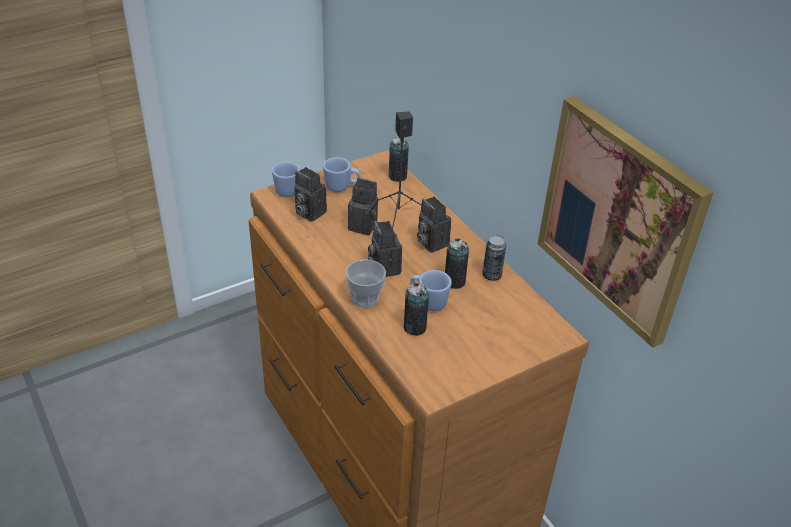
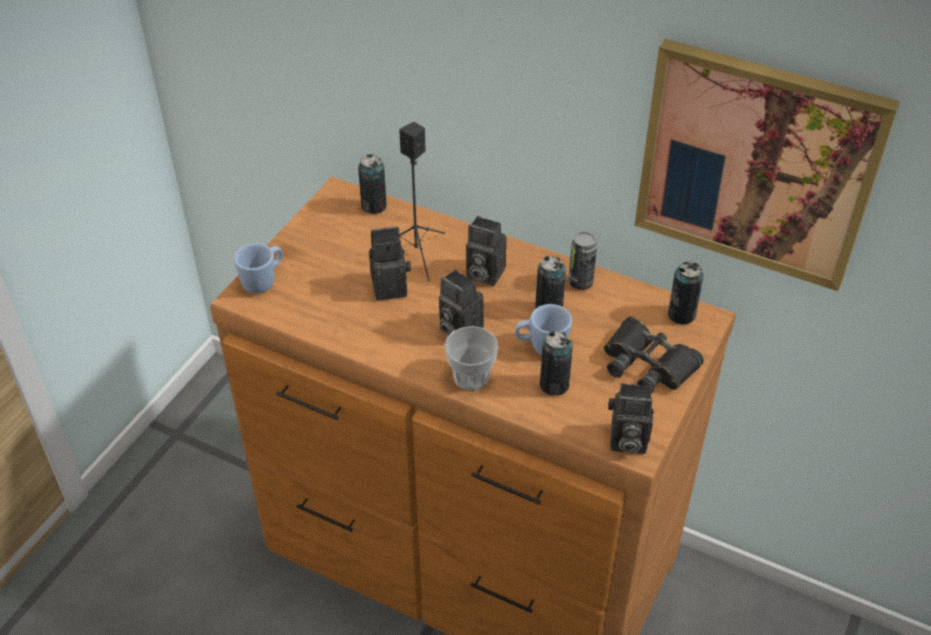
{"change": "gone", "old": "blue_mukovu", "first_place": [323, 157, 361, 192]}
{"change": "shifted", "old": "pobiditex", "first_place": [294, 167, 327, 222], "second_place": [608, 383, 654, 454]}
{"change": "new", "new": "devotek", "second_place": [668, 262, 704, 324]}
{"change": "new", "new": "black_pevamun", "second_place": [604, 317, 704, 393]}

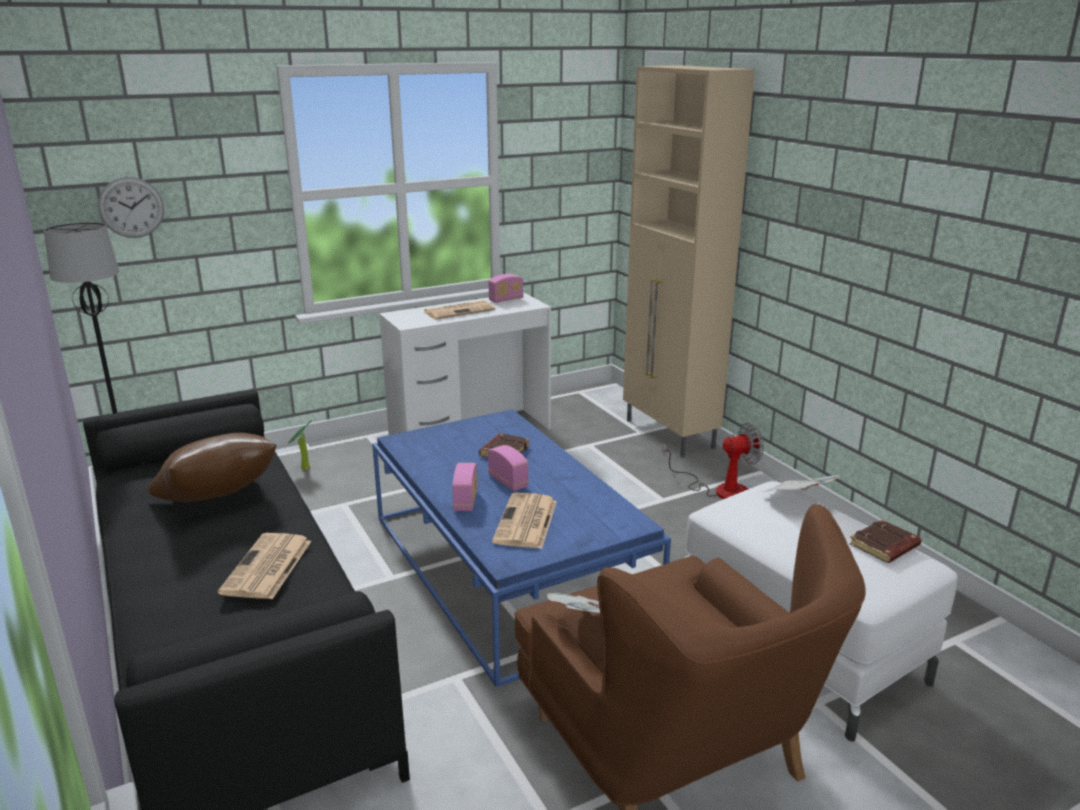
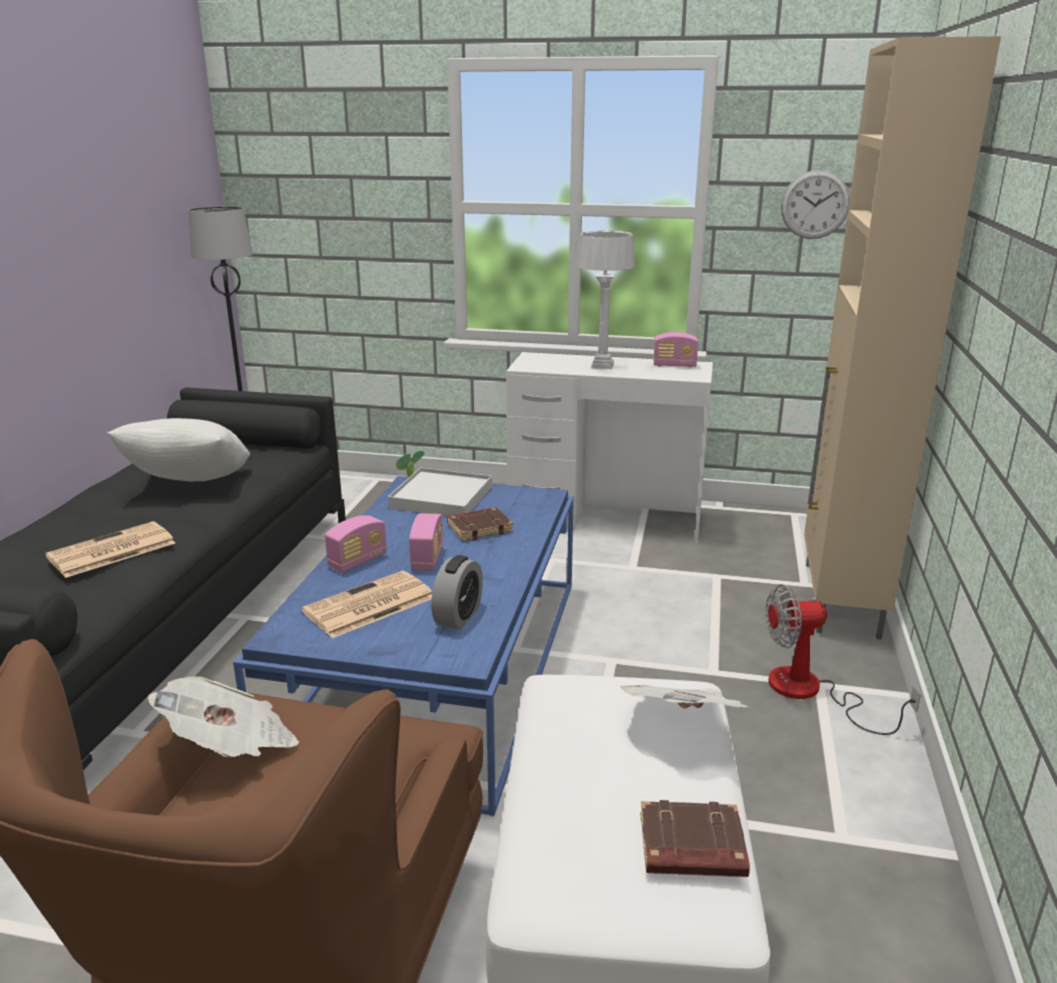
{"change": "shifted", "old": "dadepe", "first_place": [98, 177, 164, 238], "second_place": [781, 170, 850, 239]}
{"change": "swapped", "old": "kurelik", "new": "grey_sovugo", "first_place": [423, 300, 495, 319], "second_place": [577, 230, 635, 369]}
{"change": "rotated", "old": "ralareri", "first_place": [662, 423, 764, 499], "second_place": [766, 584, 921, 735], "degrees": 150}
{"change": "repainted", "old": "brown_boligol", "new": "white_boligol", "first_place": [148, 433, 276, 502], "second_place": [107, 418, 250, 481]}
{"change": "new", "new": "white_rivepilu", "second_place": [388, 468, 492, 516]}
{"change": "new", "new": "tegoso", "second_place": [431, 555, 483, 630]}

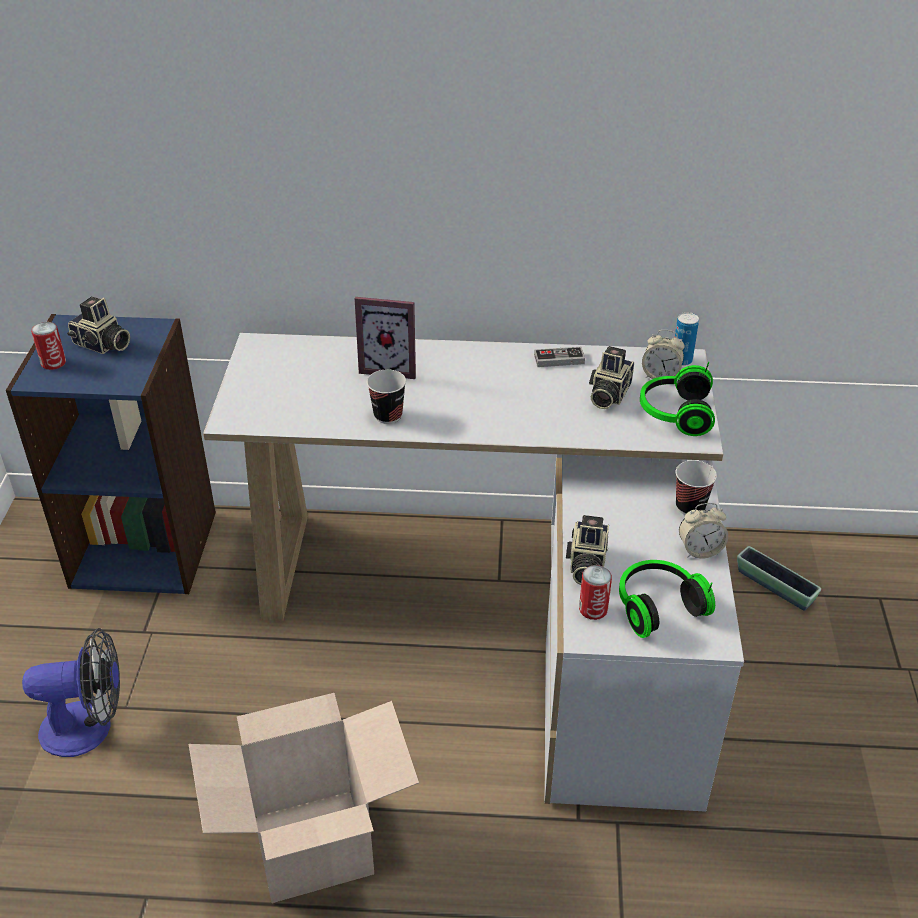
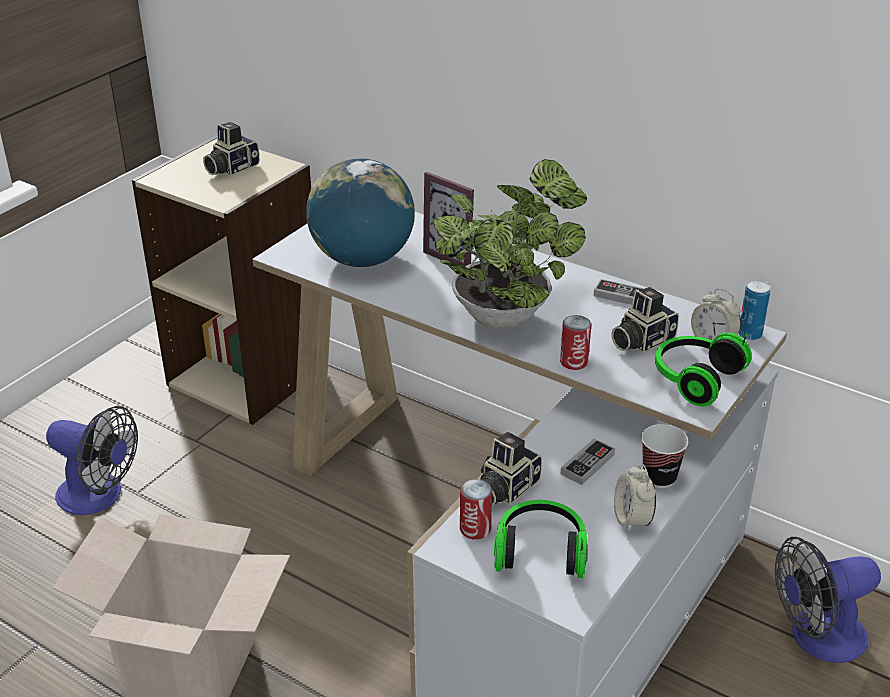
{"change": "rotated", "old": "pobiditex", "first_place": [67, 297, 130, 354], "second_place": [203, 122, 260, 176], "degrees": 75}
{"change": "repainted", "old": "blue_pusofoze", "new": "beige_pusofoze", "first_place": [6, 314, 216, 594], "second_place": [132, 136, 311, 425]}
{"change": "shifted", "old": "devotek", "first_place": [31, 322, 66, 370], "second_place": [560, 315, 591, 370]}
{"change": "gone", "old": "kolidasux", "first_place": [367, 369, 406, 424]}
{"change": "rotated", "old": "tegoso", "first_place": [679, 503, 728, 558], "second_place": [614, 464, 656, 533], "degrees": 60}
{"change": "swapped", "old": "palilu", "new": "ralareri", "first_place": [737, 546, 821, 611], "second_place": [775, 537, 881, 663]}
{"change": "new", "new": "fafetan", "second_place": [306, 158, 415, 267]}
{"change": "new", "new": "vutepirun", "second_place": [433, 159, 587, 329]}
{"change": "new", "new": "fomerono", "second_place": [561, 438, 615, 485]}

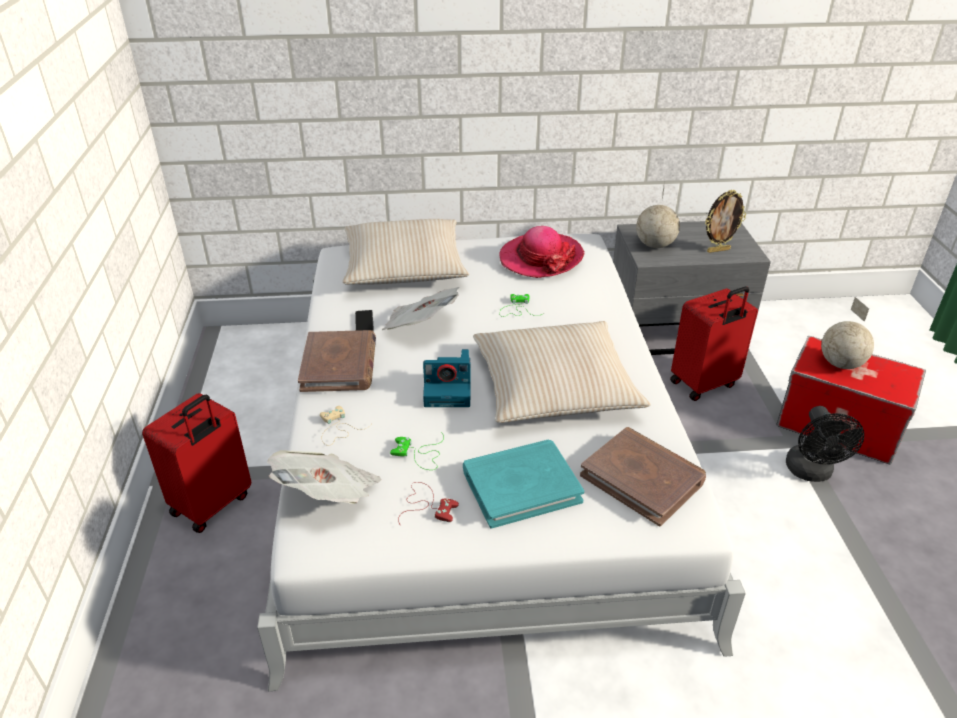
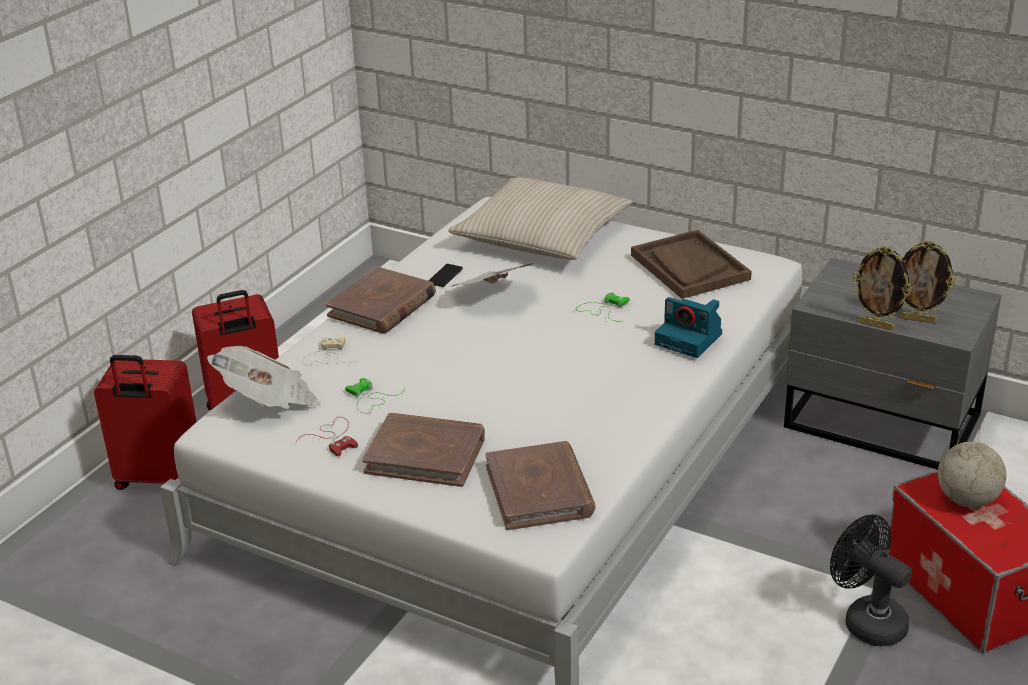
{"change": "gone", "old": "fafetan", "first_place": [636, 186, 680, 248]}
{"change": "swapped", "old": "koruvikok", "new": "brown_rivepilu", "first_place": [499, 226, 585, 278], "second_place": [631, 230, 752, 299]}
{"change": "shifted", "old": "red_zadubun", "first_place": [670, 286, 758, 401], "second_place": [94, 355, 196, 490]}
{"change": "gone", "old": "beige_boligol", "first_place": [473, 321, 651, 423]}
{"change": "shifted", "old": "pobiditex", "first_place": [423, 349, 471, 407], "second_place": [655, 297, 722, 358]}
{"change": "rotated", "old": "black_ralareri", "first_place": [786, 406, 864, 482], "second_place": [830, 515, 912, 646], "degrees": 105}
{"change": "repainted", "old": "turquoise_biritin", "new": "brown_biritin", "first_place": [463, 440, 584, 529], "second_place": [362, 413, 485, 487]}
{"change": "new", "new": "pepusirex", "second_place": [852, 246, 912, 331]}

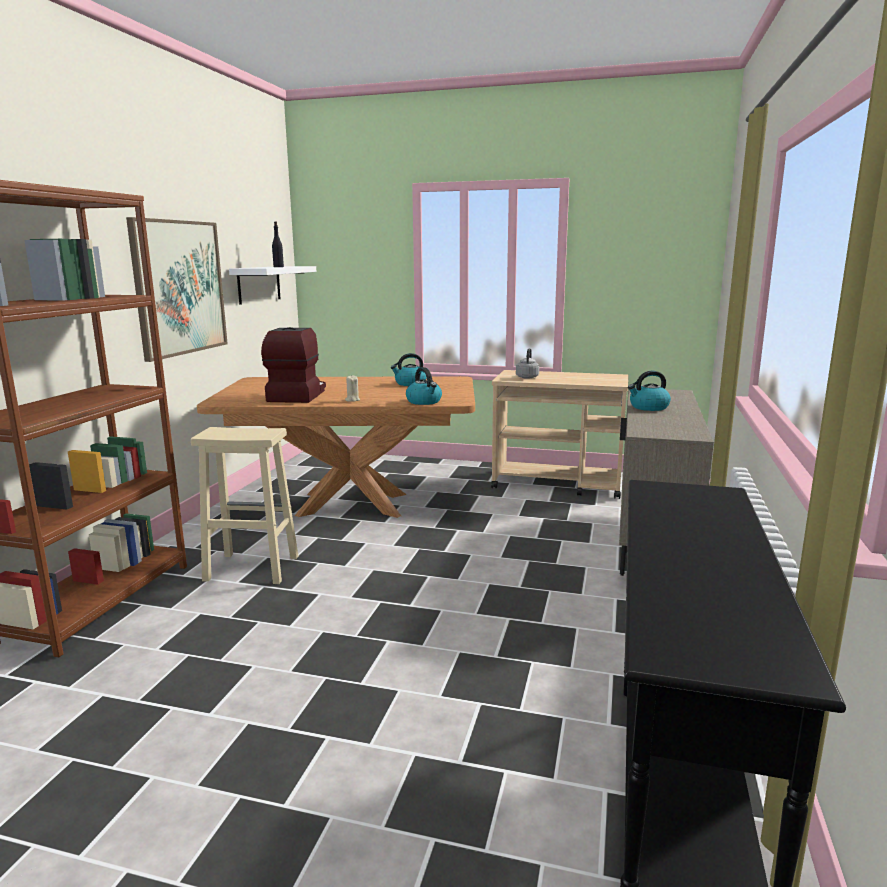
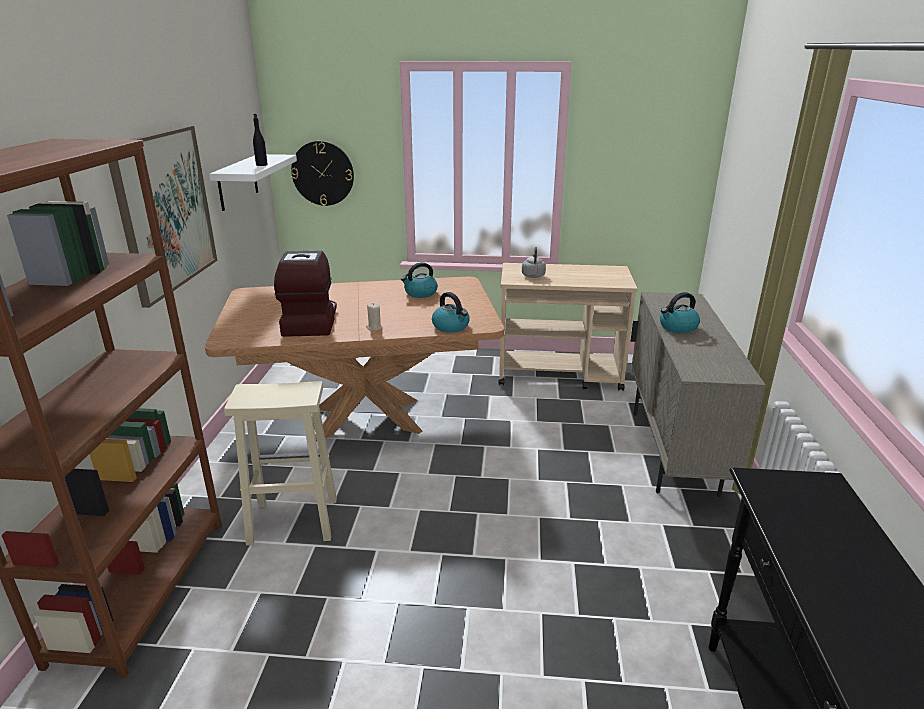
{"change": "new", "new": "dadepe", "second_place": [291, 141, 354, 206]}

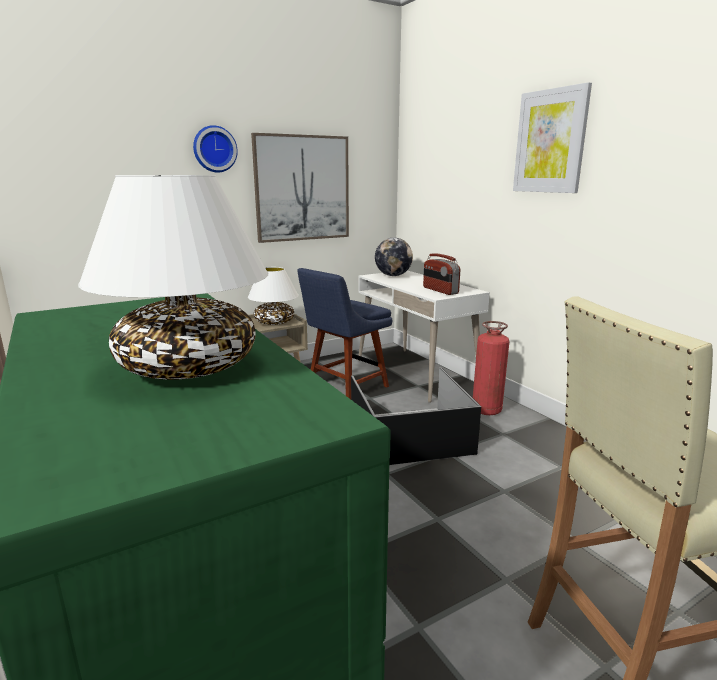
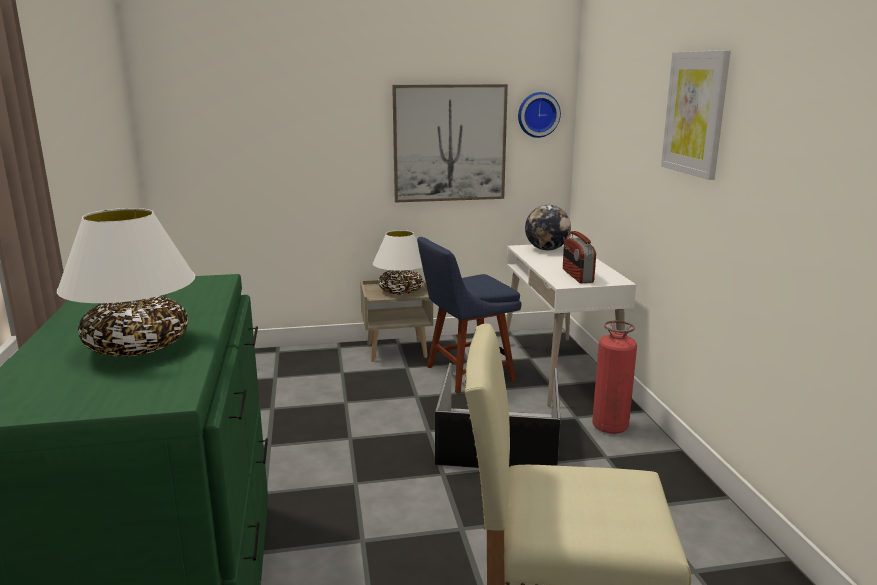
{"change": "shifted", "old": "dadepe", "first_place": [193, 125, 238, 172], "second_place": [518, 92, 561, 138]}

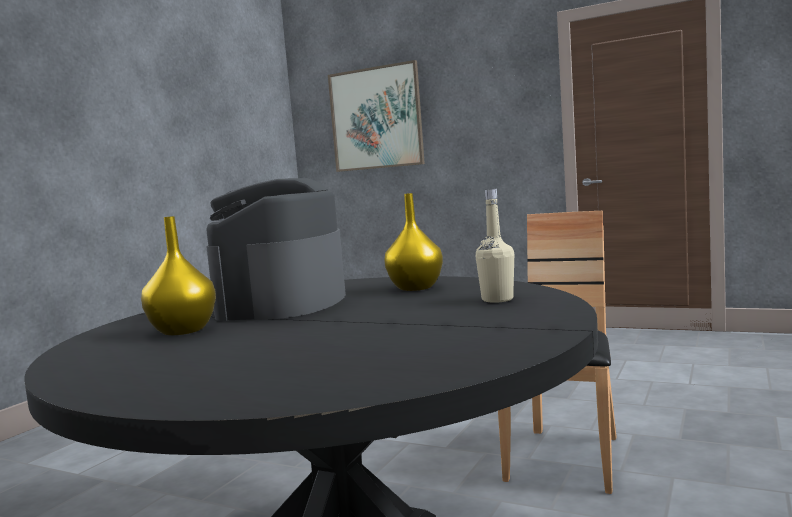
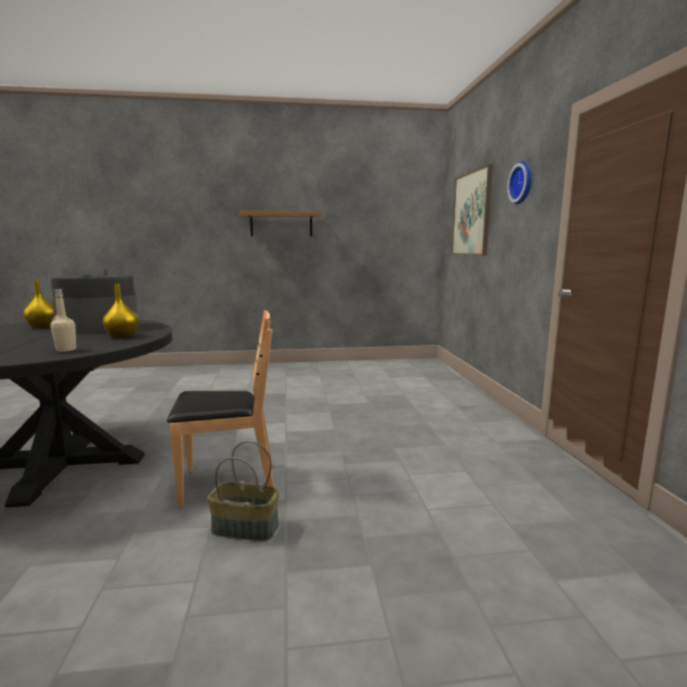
{"change": "new", "new": "dadepe", "second_place": [507, 161, 533, 204]}
{"change": "new", "new": "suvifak", "second_place": [239, 211, 322, 236]}
{"change": "new", "new": "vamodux", "second_place": [207, 441, 279, 541]}

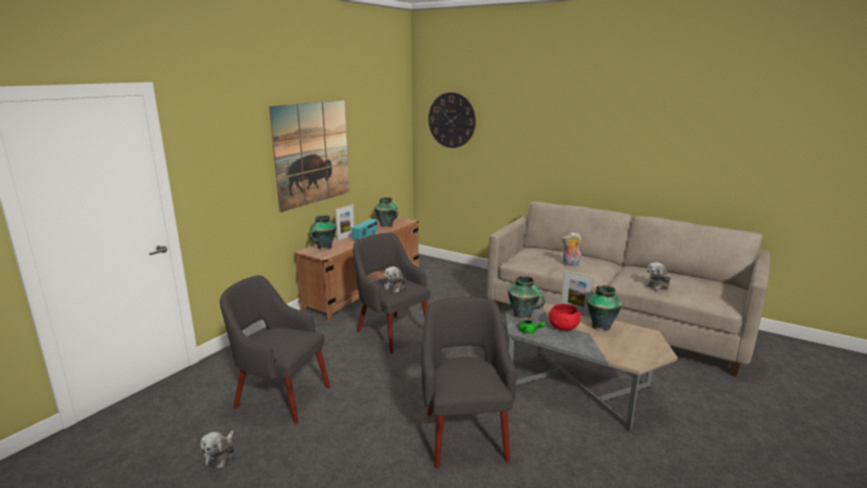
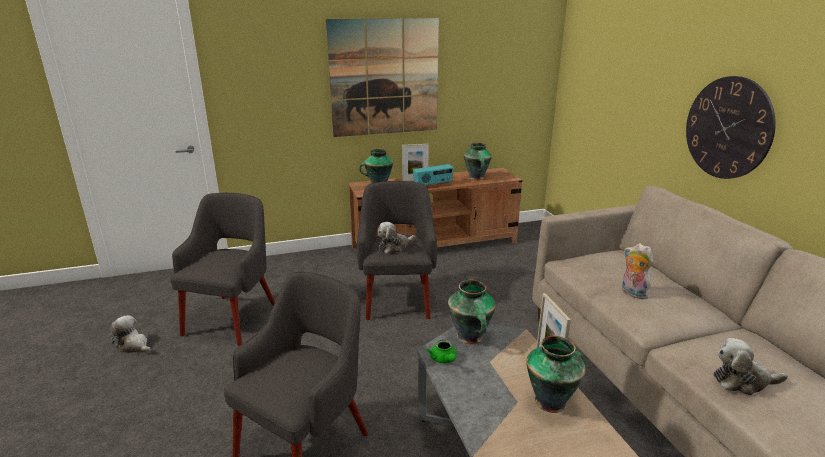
{"change": "shifted", "old": "dadepe", "first_place": [428, 92, 476, 148], "second_place": [686, 76, 776, 179]}
{"change": "rotated", "old": "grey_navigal", "first_place": [220, 275, 330, 424], "second_place": [170, 193, 275, 346], "degrees": 45}
{"change": "gone", "old": "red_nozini", "first_place": [548, 304, 581, 331]}
{"change": "rotated", "old": "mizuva", "first_place": [200, 430, 235, 468], "second_place": [110, 315, 151, 353], "degrees": 75}

